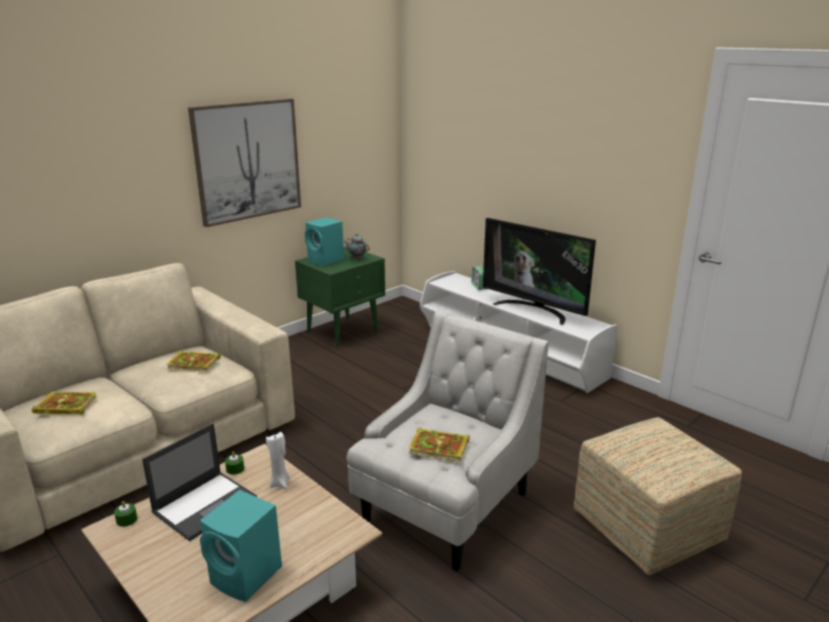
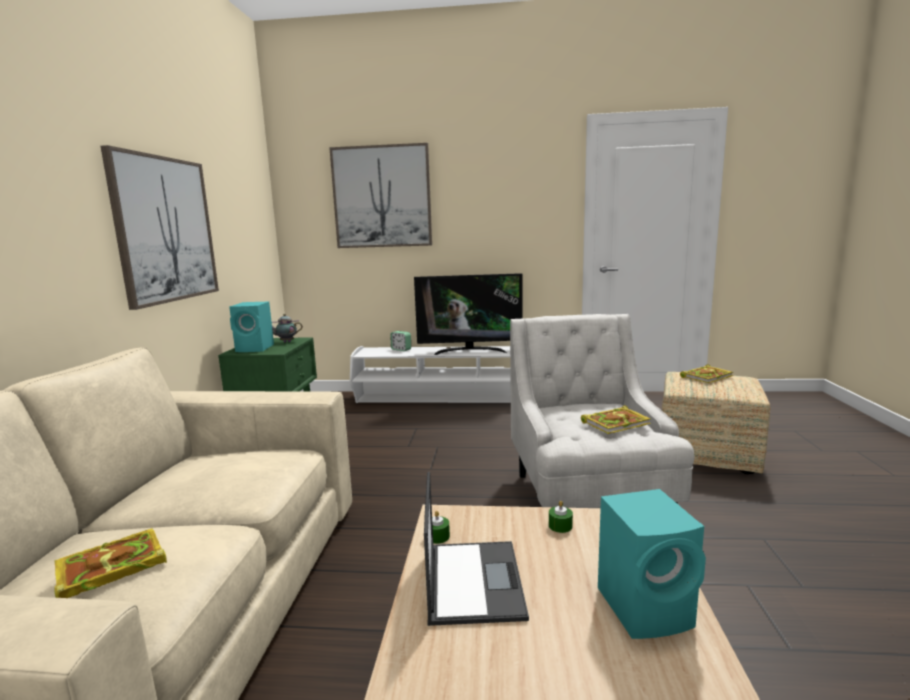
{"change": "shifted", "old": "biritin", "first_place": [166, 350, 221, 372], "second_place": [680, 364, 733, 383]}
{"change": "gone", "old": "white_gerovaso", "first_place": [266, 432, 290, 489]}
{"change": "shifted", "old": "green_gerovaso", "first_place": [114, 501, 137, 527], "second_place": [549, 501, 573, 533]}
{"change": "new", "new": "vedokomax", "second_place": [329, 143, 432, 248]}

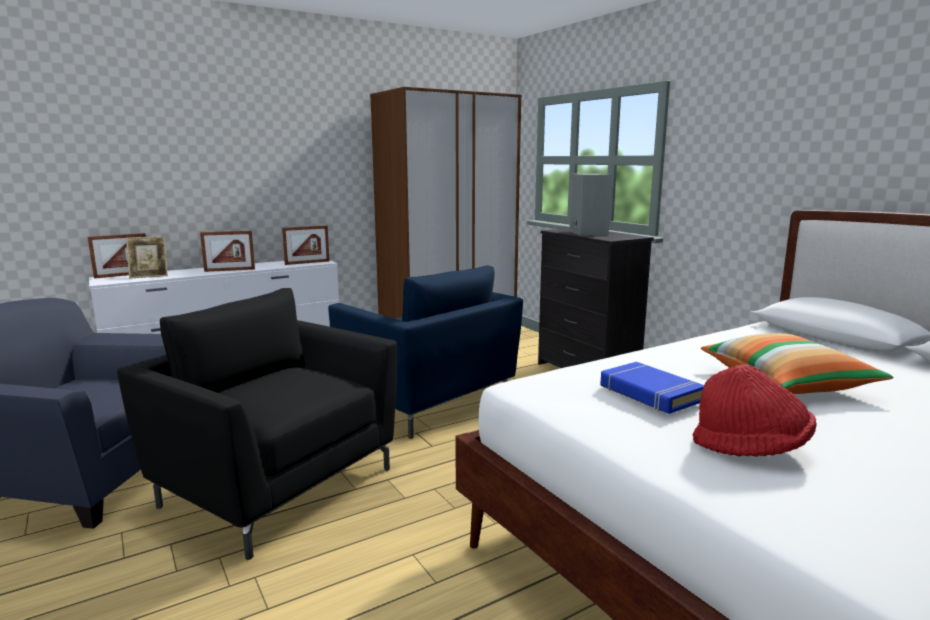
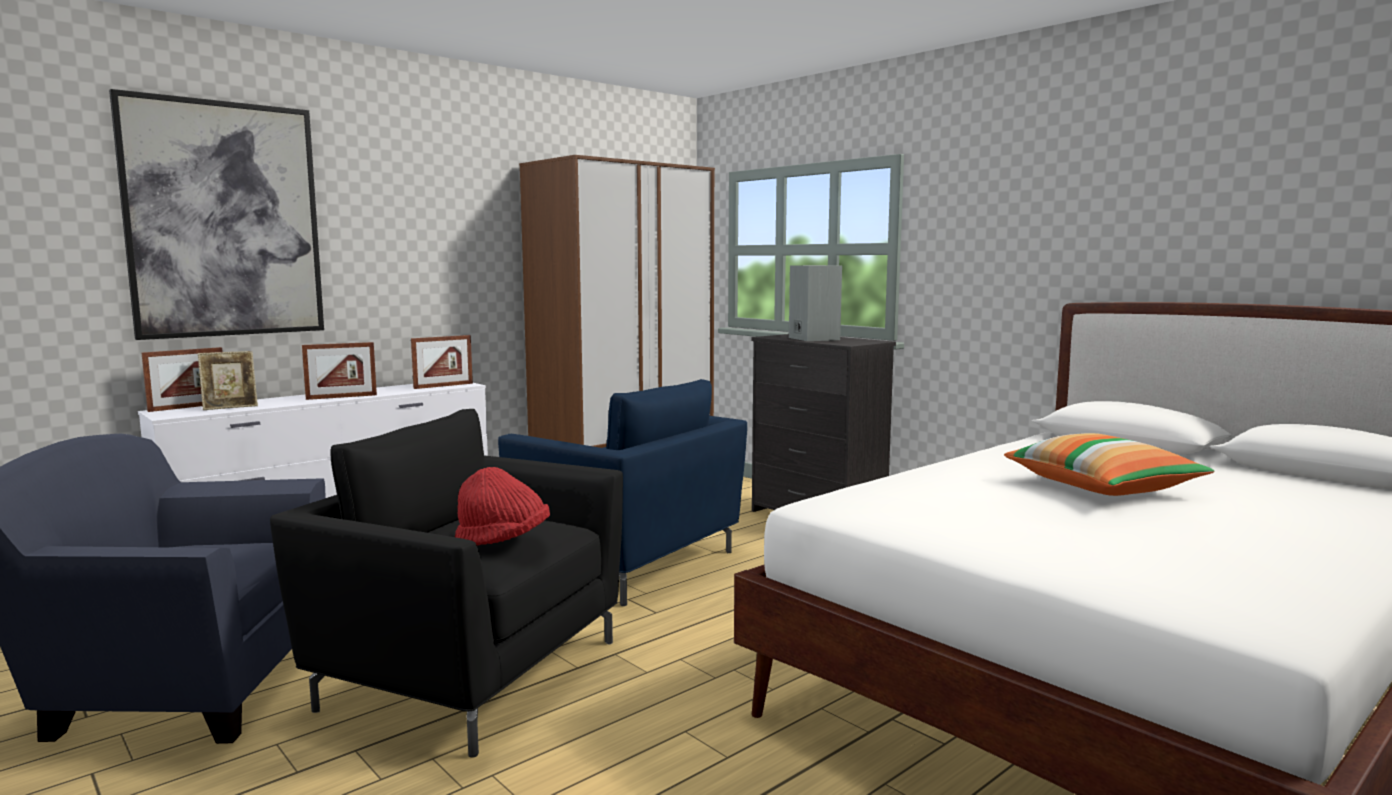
{"change": "gone", "old": "blue_biritin", "first_place": [600, 362, 704, 414]}
{"change": "shifted", "old": "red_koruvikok", "first_place": [693, 365, 816, 457], "second_place": [455, 467, 550, 546]}
{"change": "new", "new": "vedokomax", "second_place": [109, 89, 324, 340]}

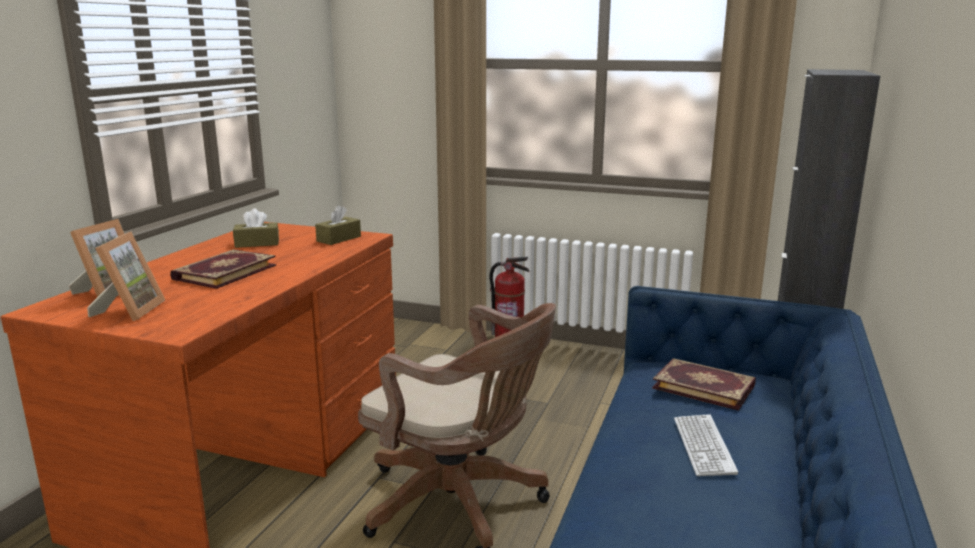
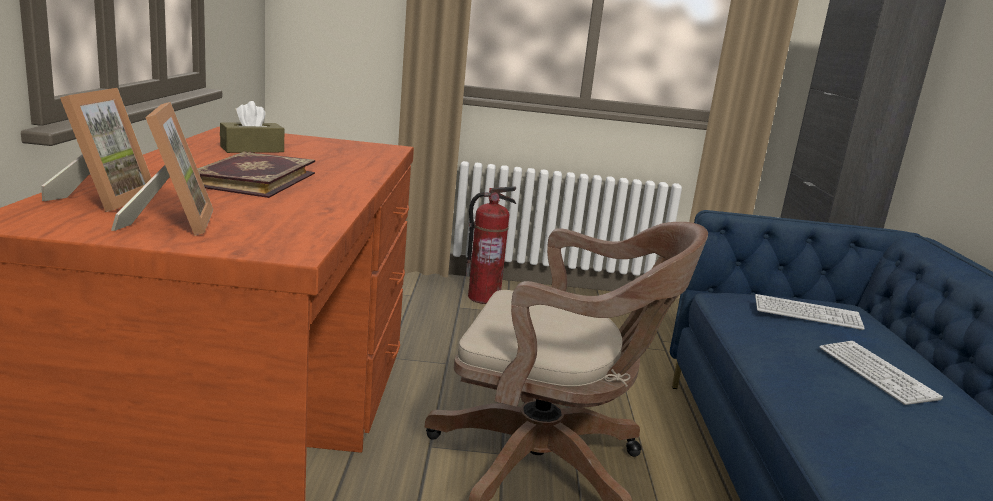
{"change": "gone", "old": "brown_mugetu", "first_place": [315, 205, 361, 245]}
{"change": "swapped", "old": "biritin", "new": "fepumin", "first_place": [652, 358, 756, 411], "second_place": [755, 294, 865, 330]}

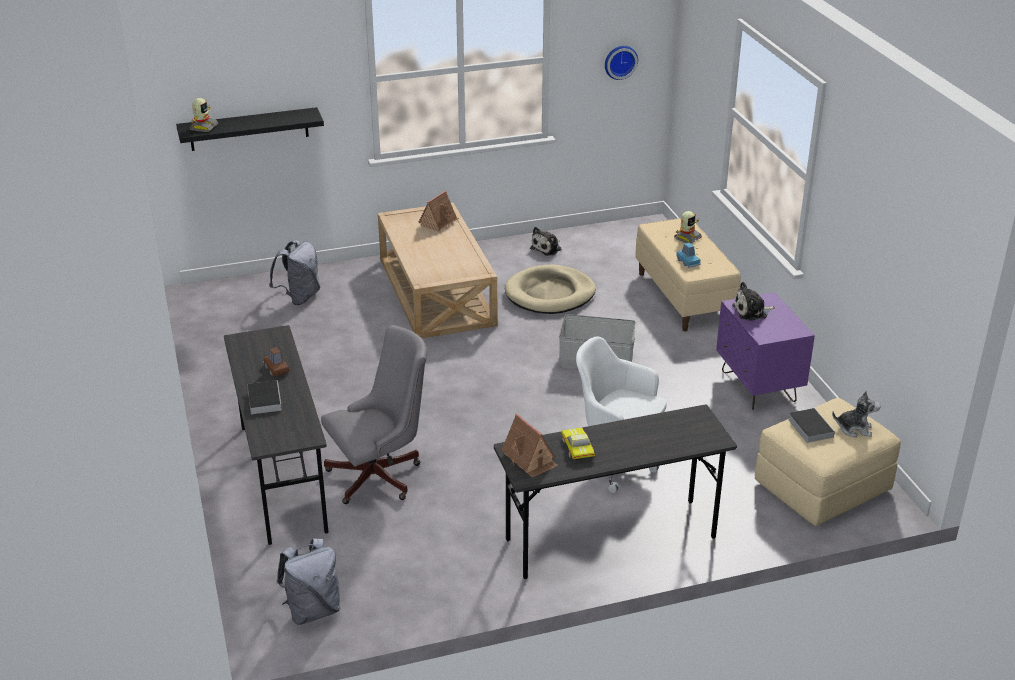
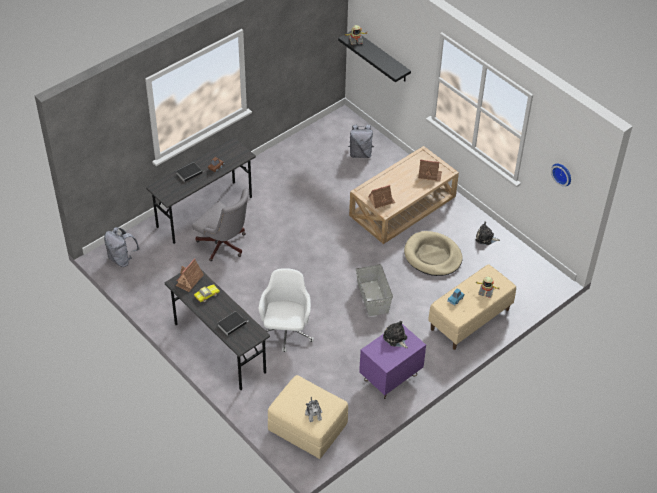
{"change": "shifted", "old": "biritin", "first_place": [788, 408, 835, 443], "second_place": [218, 311, 249, 336]}
{"change": "new", "new": "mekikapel", "second_place": [368, 185, 395, 209]}

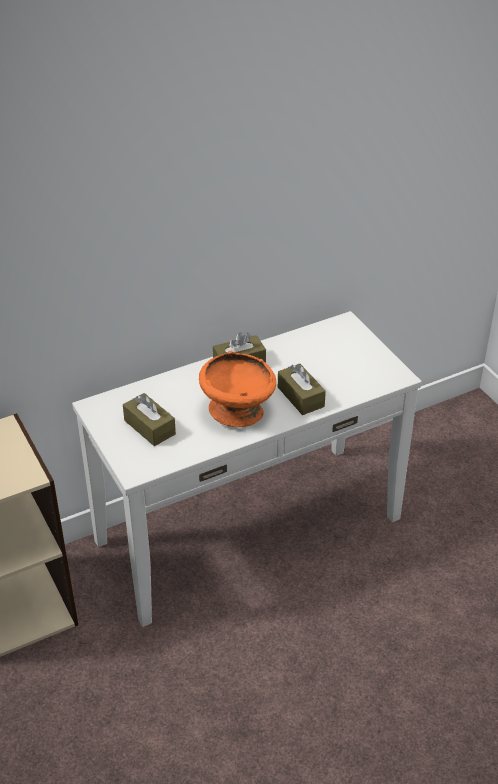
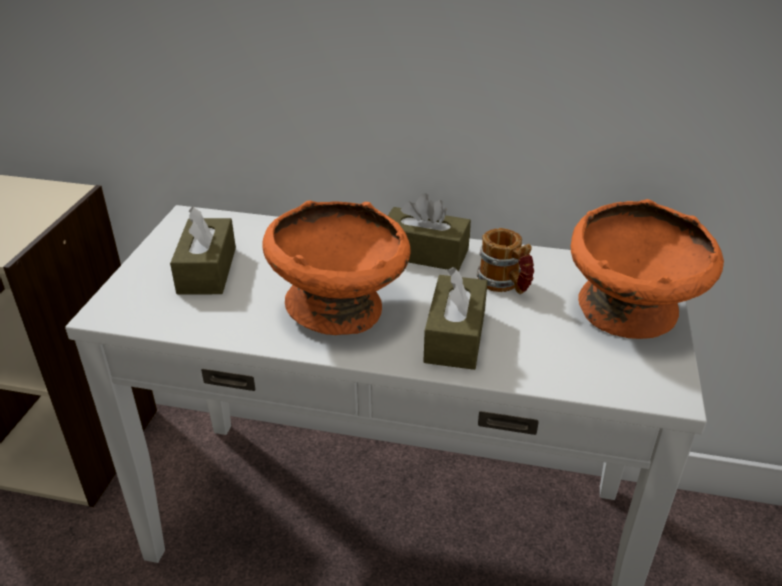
{"change": "new", "new": "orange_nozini", "second_place": [571, 199, 724, 339]}
{"change": "new", "new": "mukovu", "second_place": [477, 228, 534, 294]}

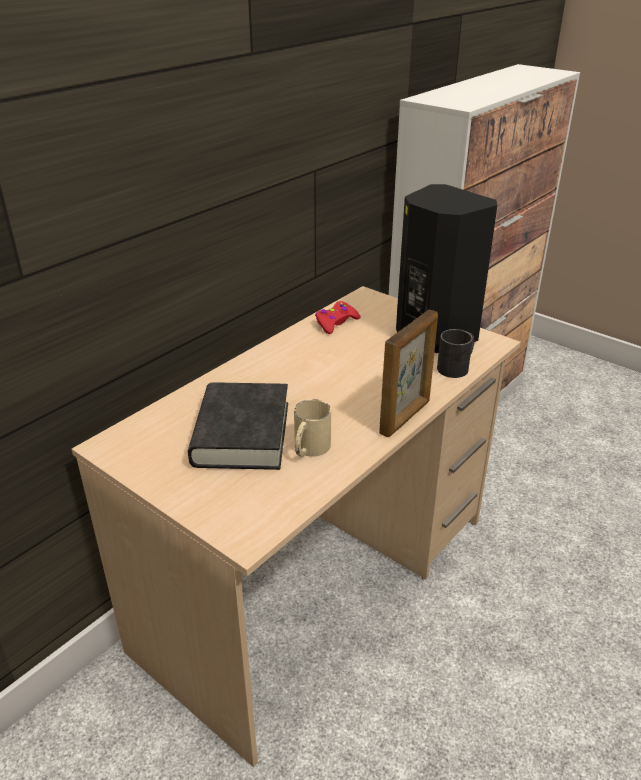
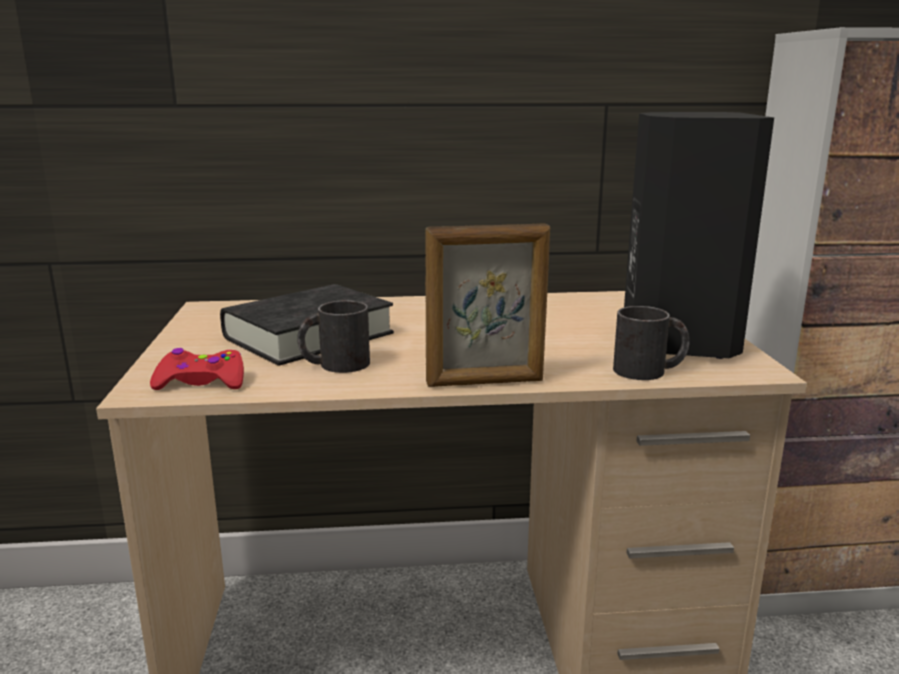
{"change": "shifted", "old": "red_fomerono", "first_place": [315, 301, 361, 334], "second_place": [150, 348, 244, 390]}
{"change": "repainted", "old": "beige_mukovu", "new": "black_mukovu", "first_place": [294, 399, 331, 457], "second_place": [297, 300, 370, 373]}

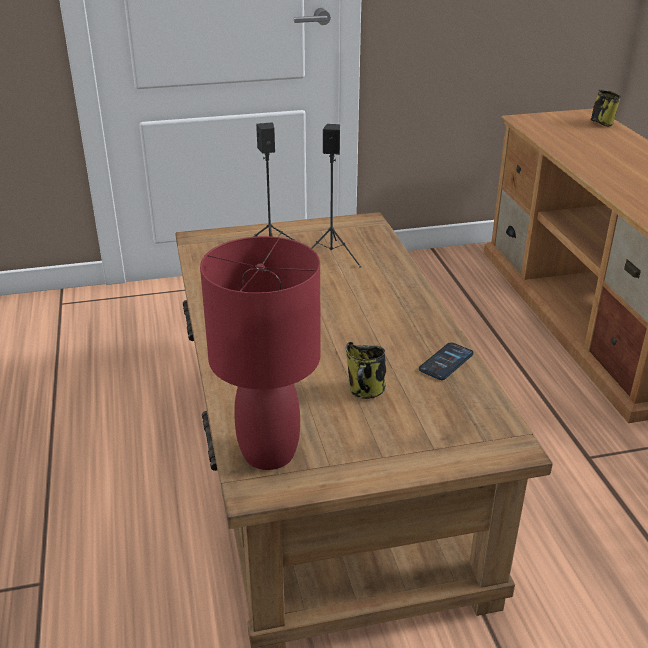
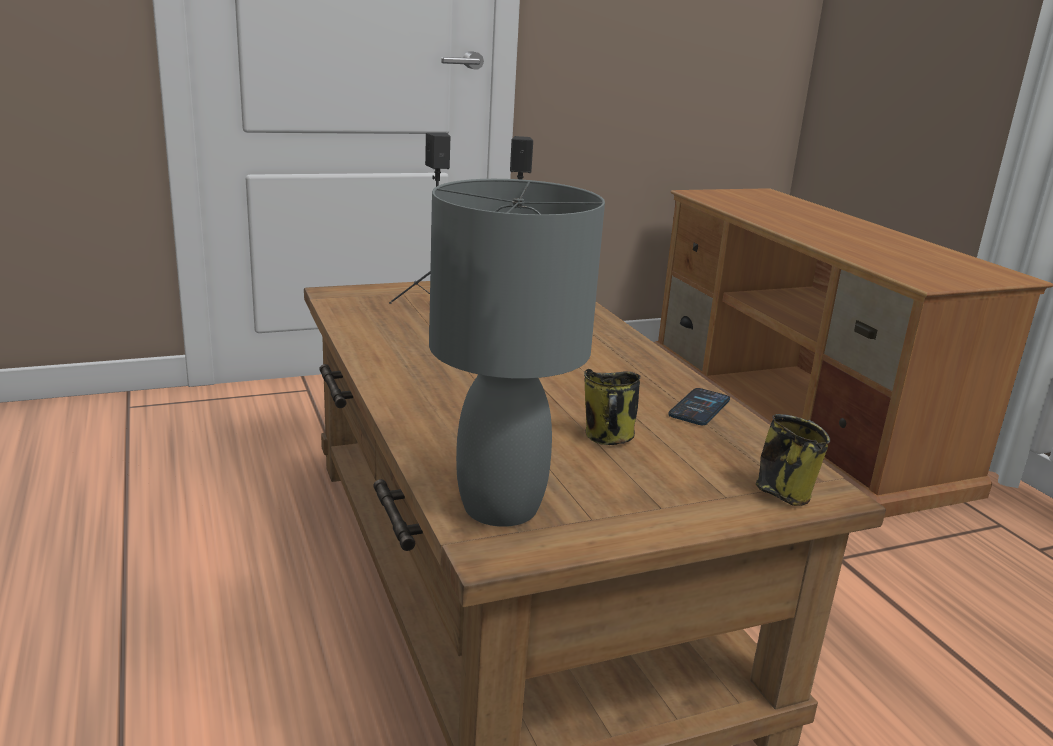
{"change": "shifted", "old": "mukovu", "first_place": [591, 90, 621, 127], "second_place": [756, 414, 830, 506]}
{"change": "repainted", "old": "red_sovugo", "new": "grey_sovugo", "first_place": [200, 236, 321, 470], "second_place": [429, 179, 605, 527]}

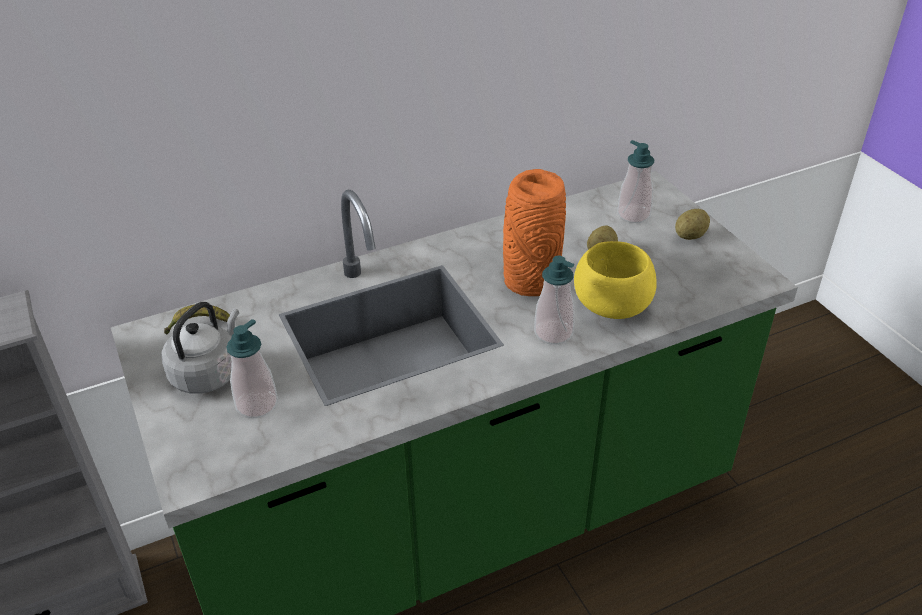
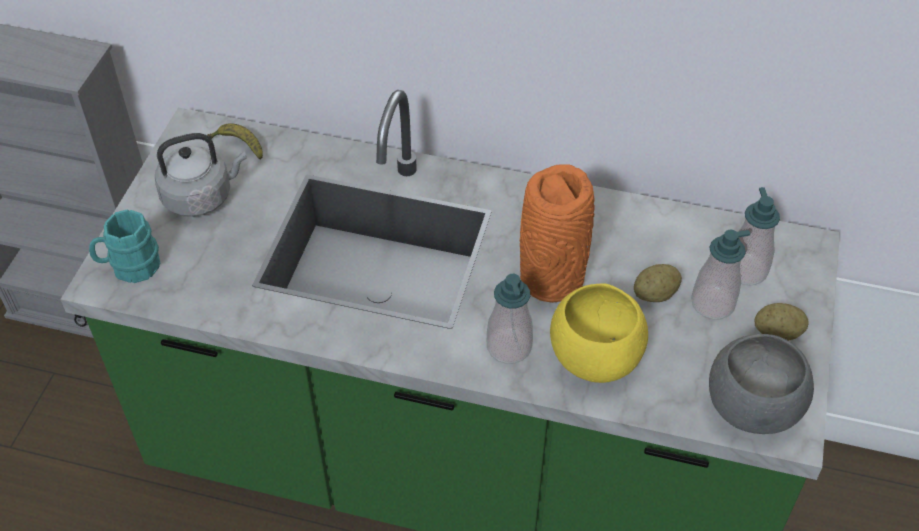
{"change": "shifted", "old": "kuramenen", "first_place": [227, 319, 278, 418], "second_place": [691, 230, 750, 319]}
{"change": "new", "new": "turquoise_mukovu", "second_place": [89, 210, 161, 283]}
{"change": "new", "new": "grey_nozini", "second_place": [709, 334, 814, 434]}

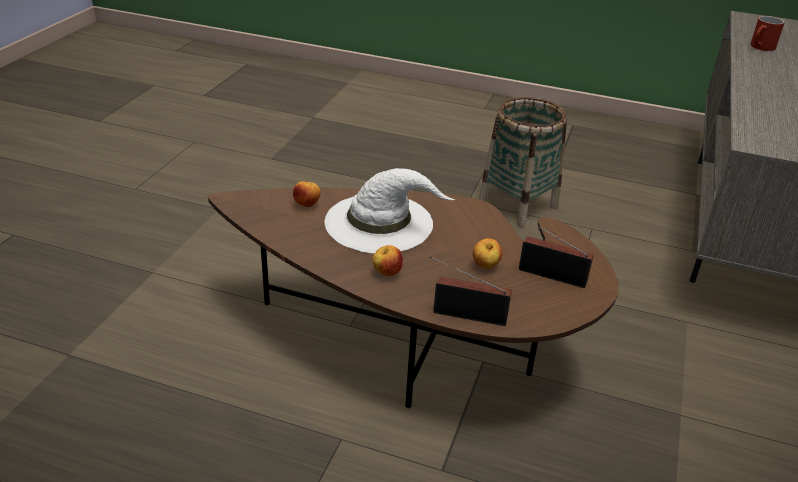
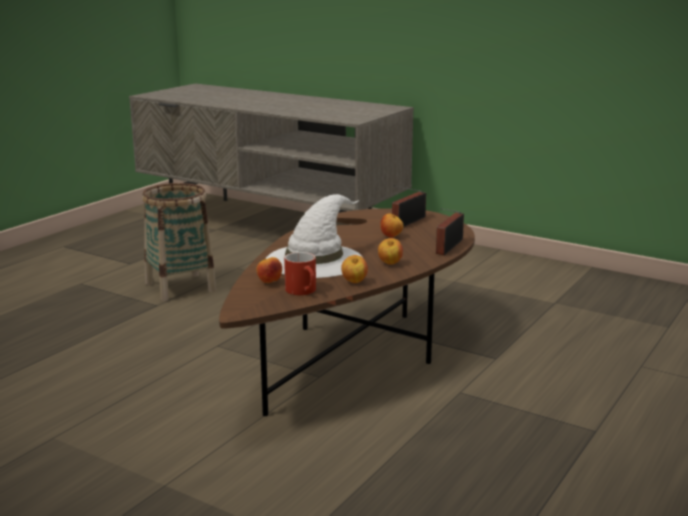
{"change": "shifted", "old": "red_mukovu", "first_place": [750, 16, 785, 51], "second_place": [284, 252, 316, 295]}
{"change": "new", "new": "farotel", "second_place": [341, 255, 368, 283]}

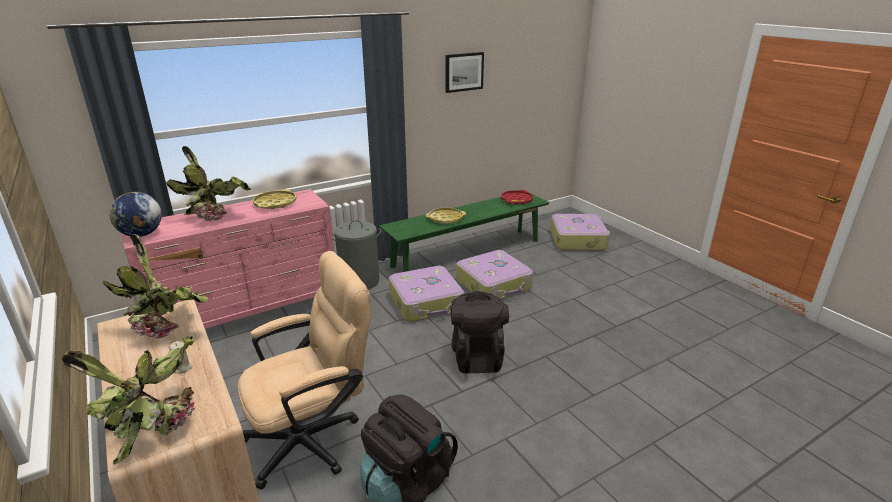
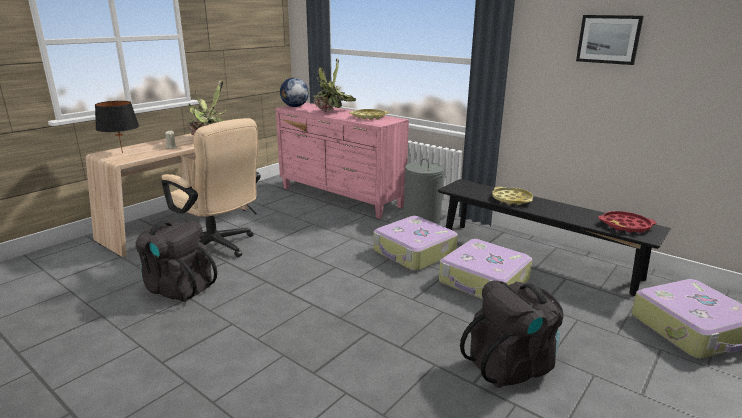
{"change": "repainted", "old": "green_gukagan", "new": "black_gukagan", "first_place": [379, 192, 549, 272], "second_place": [438, 179, 671, 296]}
{"change": "shifted", "old": "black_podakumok", "first_place": [451, 291, 509, 374], "second_place": [460, 281, 563, 388]}
{"change": "swapped", "old": "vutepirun", "new": "black_sovugo", "first_place": [62, 336, 195, 465], "second_place": [95, 101, 139, 153]}

